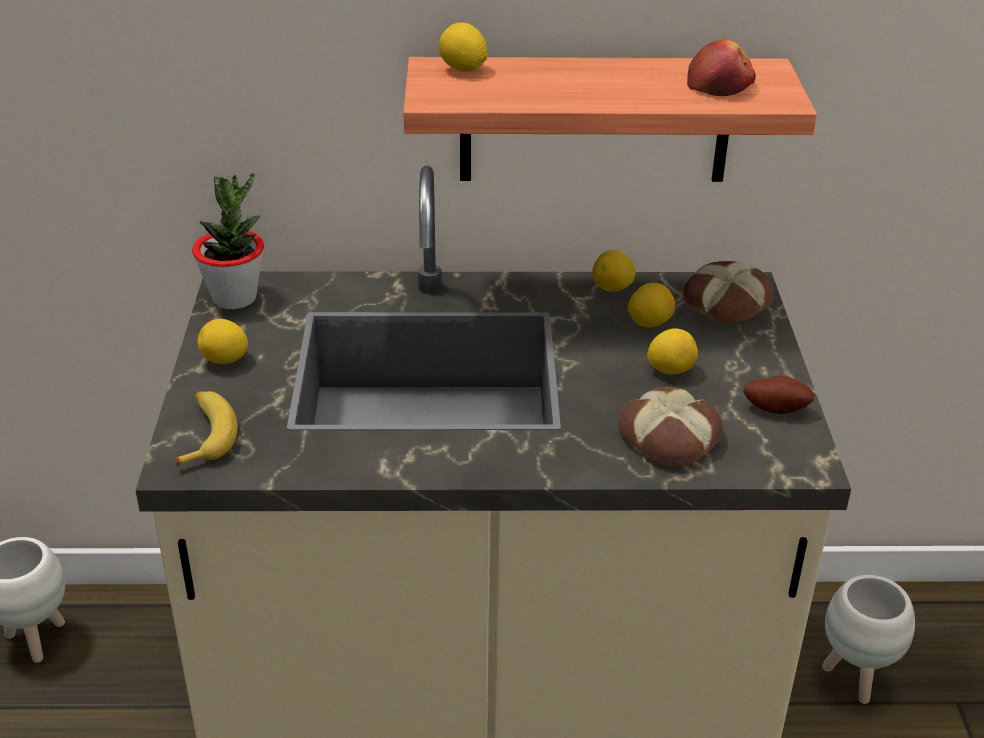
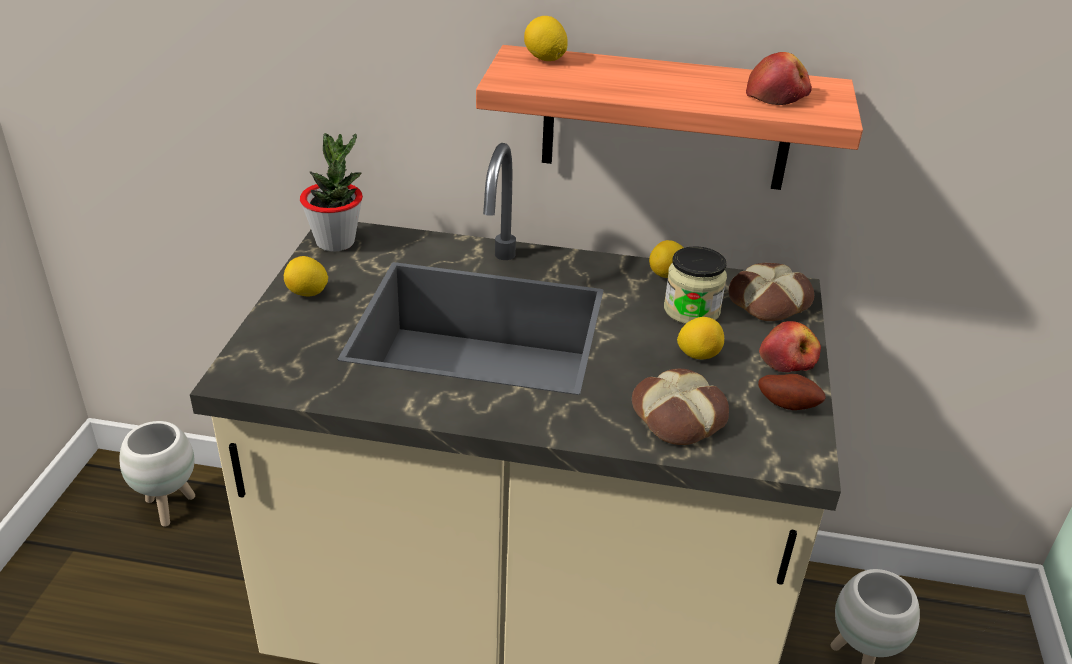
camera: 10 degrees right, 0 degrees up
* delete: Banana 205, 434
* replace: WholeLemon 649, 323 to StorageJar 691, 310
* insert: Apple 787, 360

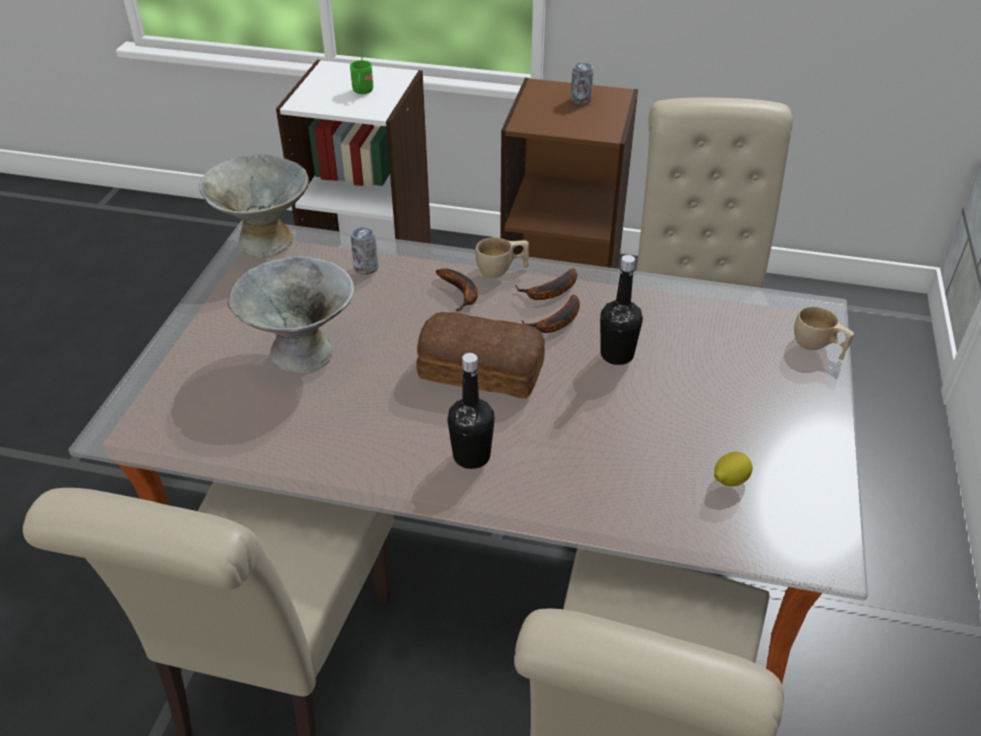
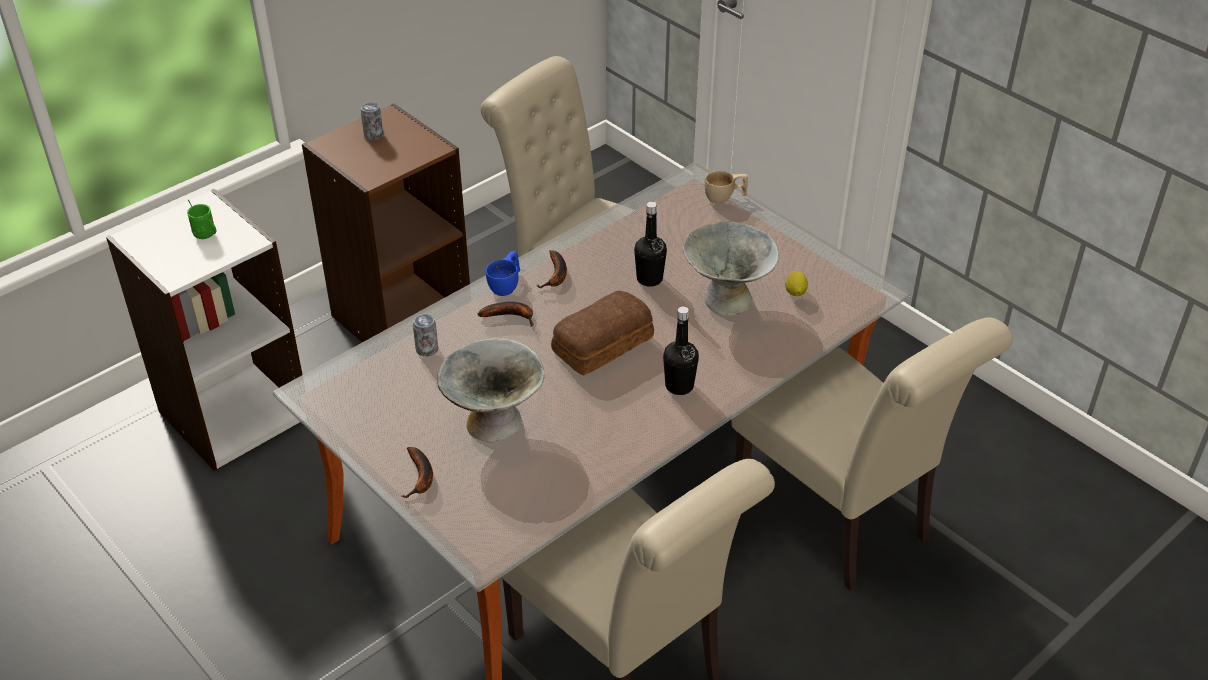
camera: 55 degrees left, 0 degrees up
* move: GreyDeepDish 265, 241 to 727, 299
* recolor: SandColouredCup 502, 270 to BlueCup 507, 285
* move: Banana 556, 322 to 420, 477

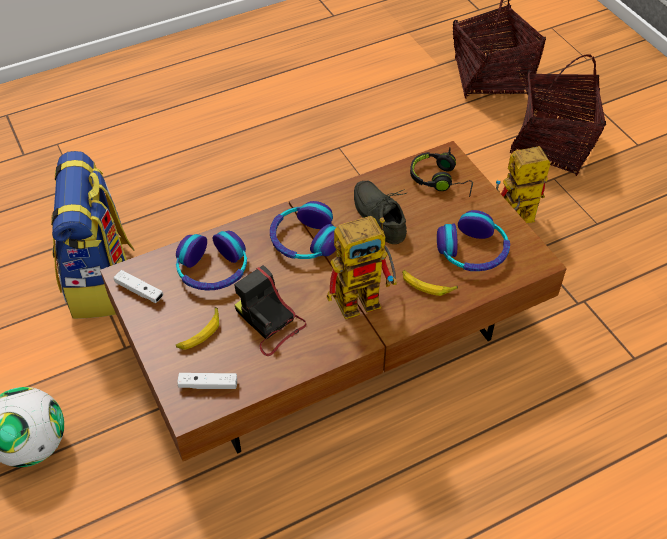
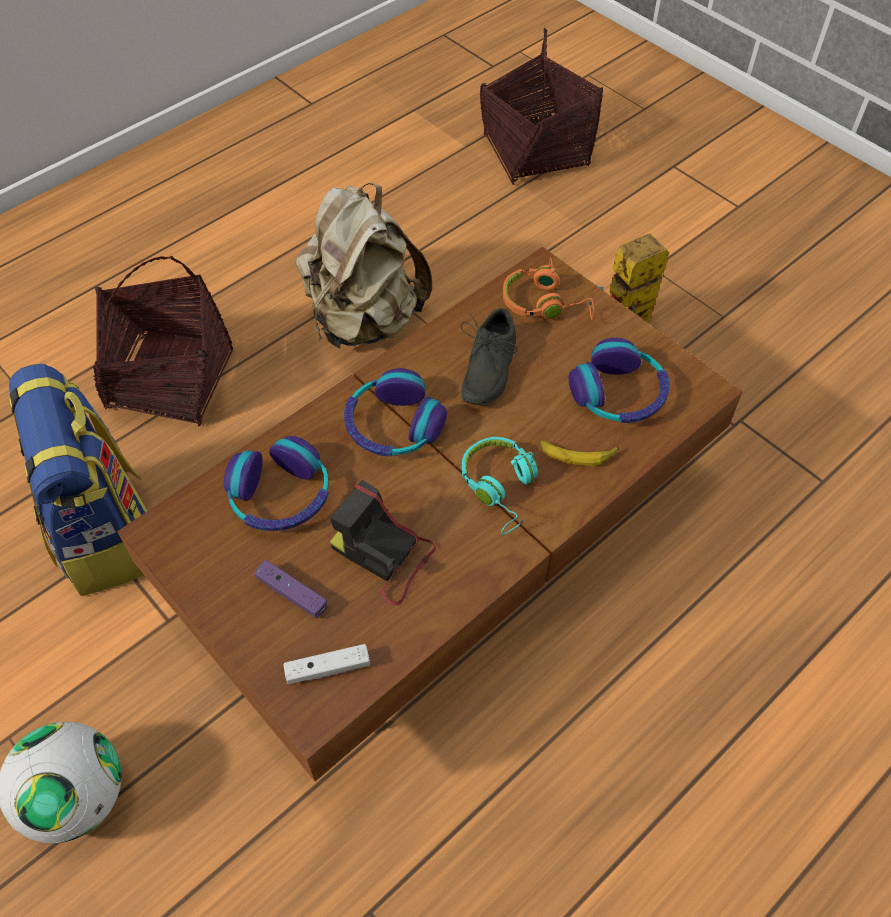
camera: 15 degrees left, 5 degrees up
* delete: WhiteJoypad 139, 291
* replace: Banana 200, 333 to PurpleColouredJoypad 292, 593
* replace: RobotFigure 365, 297 to TurquoisePairOfHeadphones 501, 488
* rotate: GreyShoe 381, 216 = 485, 369 120 degrees counterclockwise
* recolor: BlackColouredPairOfHeadphones 441, 180 to OrangeyPairOfHeadphones 545, 304
* move: HouseholdBasket 553, 144 to 170, 380
* insert: SandColouredRucksack 364, 320

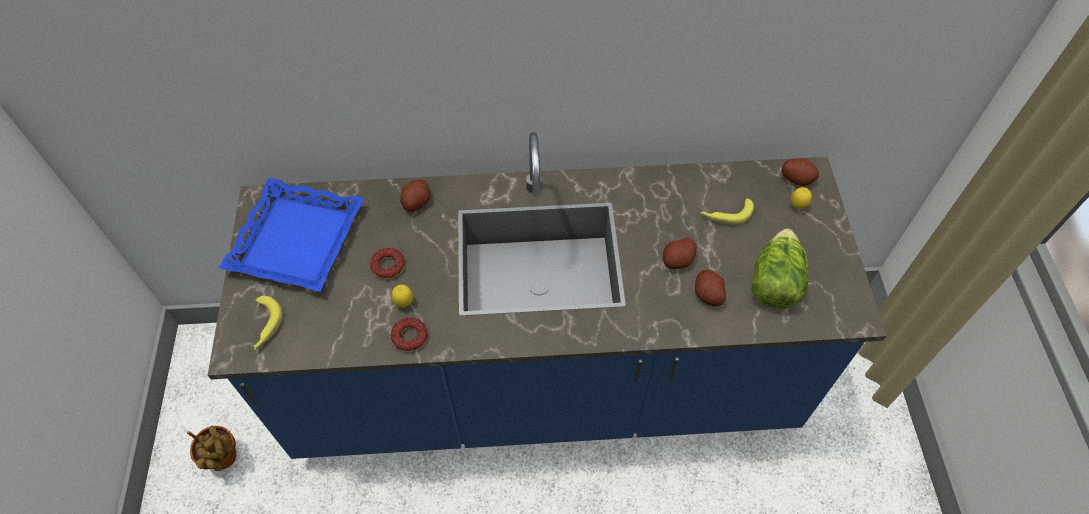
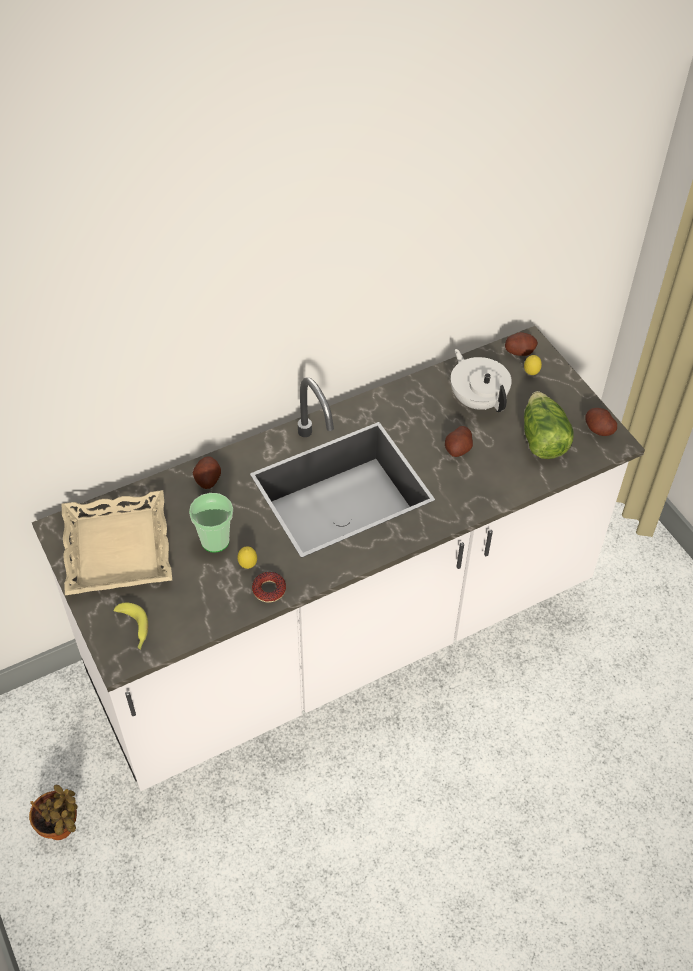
camera: 25 degrees left, 5 degrees down
* recolor: BlueKitchenCounter 544, 384 to WhiteKitchenCounter 344, 634
* recolor: BlueServingTray 298, 241 to SandColouredServingTray 118, 549
* replace: RingDoughnut 388, 266 to Cup 215, 540
* move: WholePotato 708, 294 to 598, 429
* replace: Banana 726, 214 to WhiteTeapot 477, 399

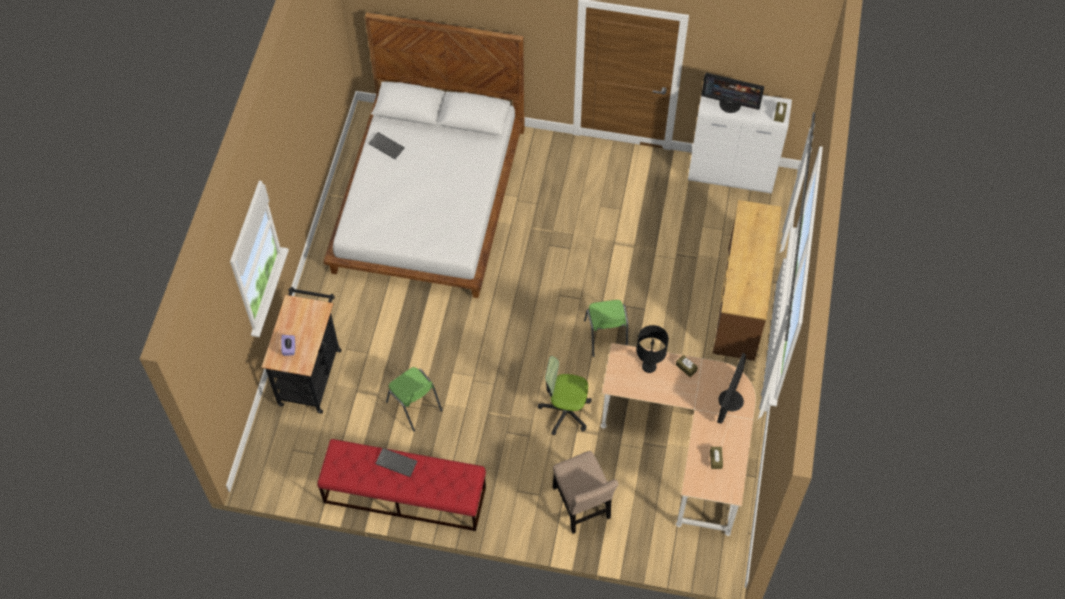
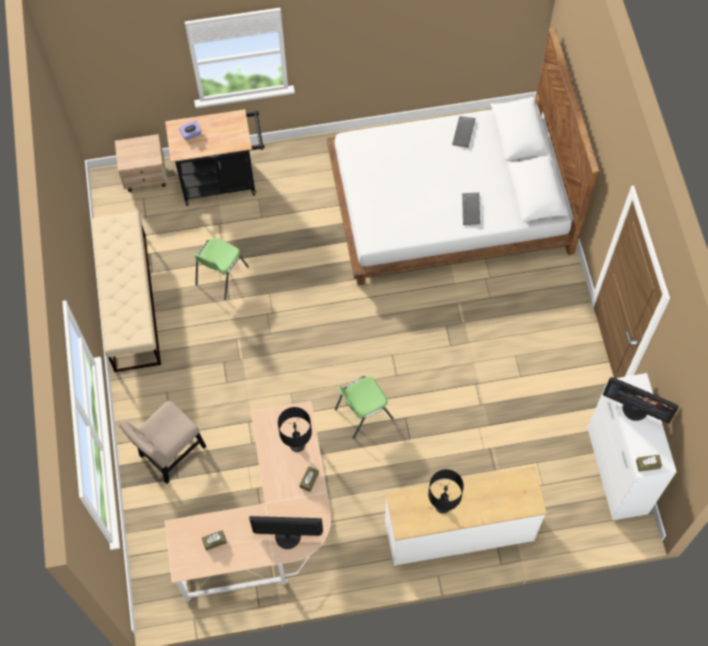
camera: 70 degrees right, 5 degrees up
* recolor: RedLongSeat 404, 495 to SandColouredLongSeat 130, 301
* move: ComputerKeyboard 397, 462 to 471, 209
* delete: OfficeChair 565, 411
* rotate: Monitor 730, 104 = 635, 408 60 degrees counterclockwise
* recolor: BrownColouredDresser 741, 302 to WhiteDresser 459, 531
* insert: SandColouredBedsideTable 146, 177
* insert: BlackColouredTableLamp 443, 505

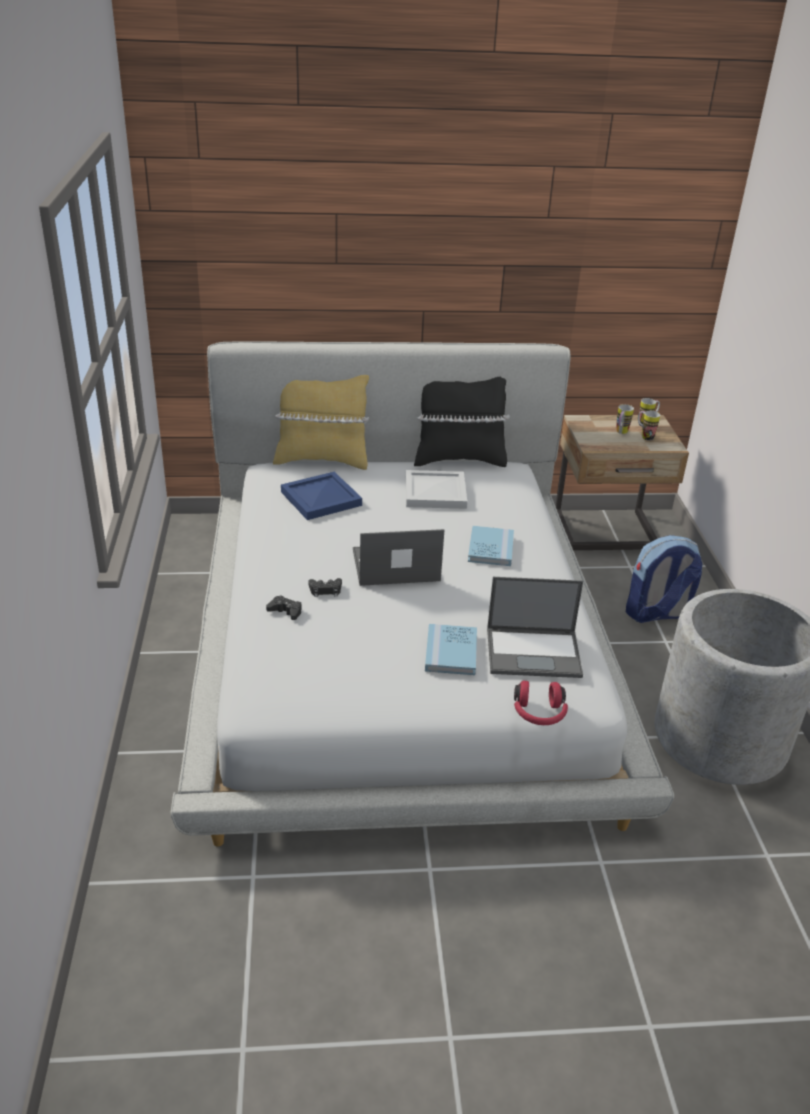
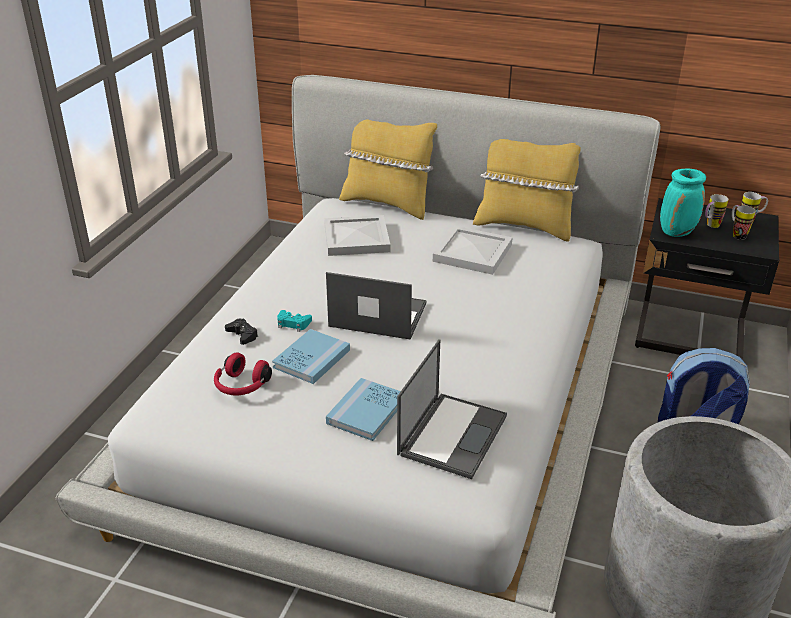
camera: 25 degrees right, 0 degrees up
* recolor: BlueServingTray 320, 499 to WhiteServingTray 355, 239
* recolor: BlackColouredJoypad 325, 590 to TurquoiseJoypad 293, 324
* recolor: BlackColouredThrowPillow 458, 459 to YellowColouredThrowPillow 524, 226
* move: BlueBook 490, 548 to 311, 359
* rotate: PortableComputer 534, 652 = 452, 434 90 degrees counterclockwise
* move: RedPairOfHeadphones 539, 714 to 241, 386
* recolor: SandColouredBedsideTable 606, 534 to BlackColouredBedsideTable 690, 338
* insert: TurquoiseFlowerVase 677, 232

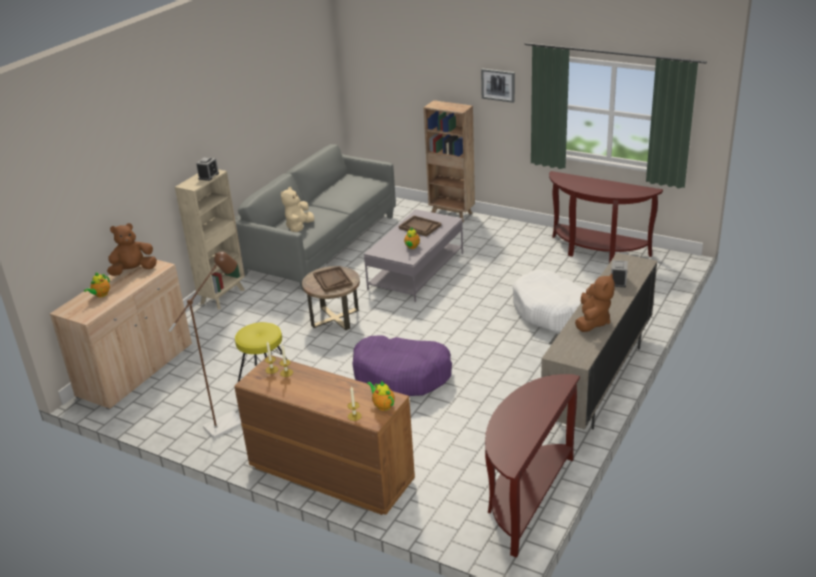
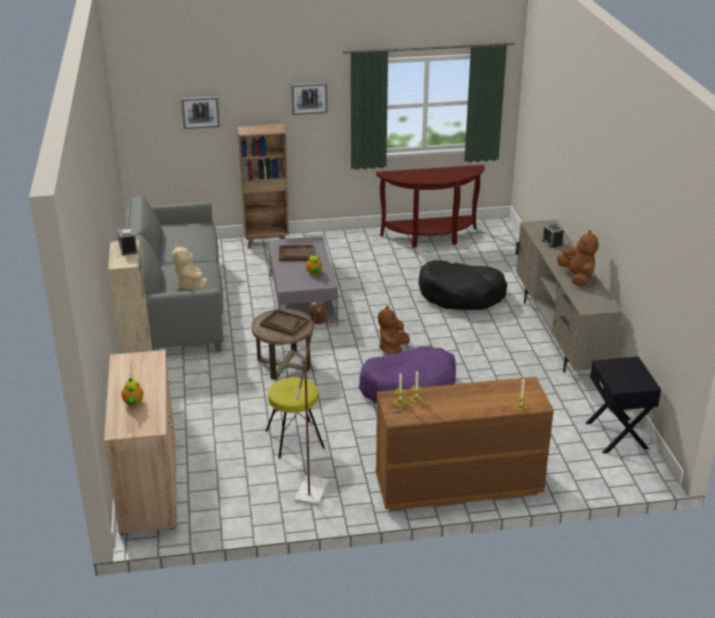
camera: 40 degrees left, 0 degrees up
* move: BrownColouredSoftToy 133, 271 to 393, 349
* delete: Teapot 382, 405
* replace: BrownColouredConsoleTable 526, 498 to BlackColouredBedsideTable 617, 435
* recolor: WhiteDogCushion 555, 312 to BlackColouredDogCushion 461, 295
* insert: WallPicture 200, 112

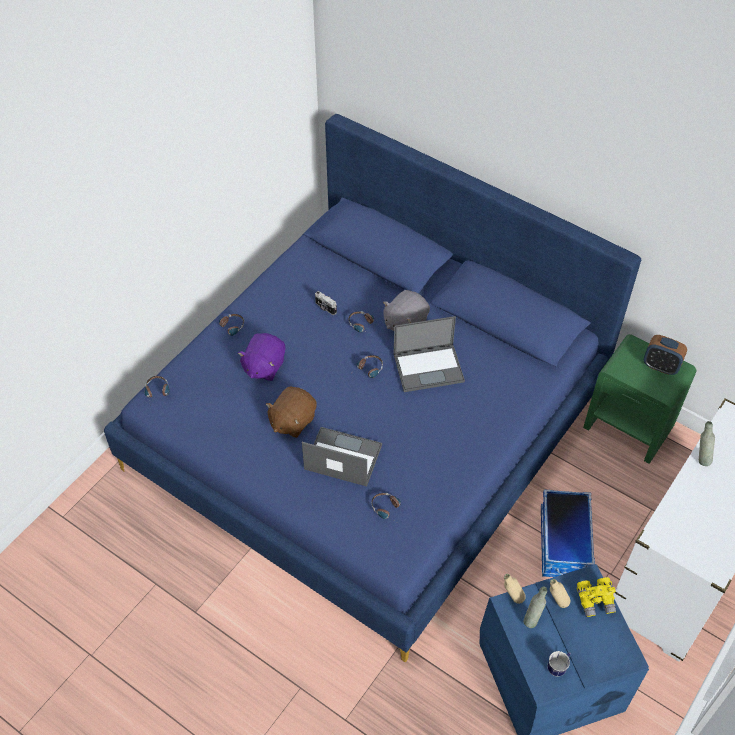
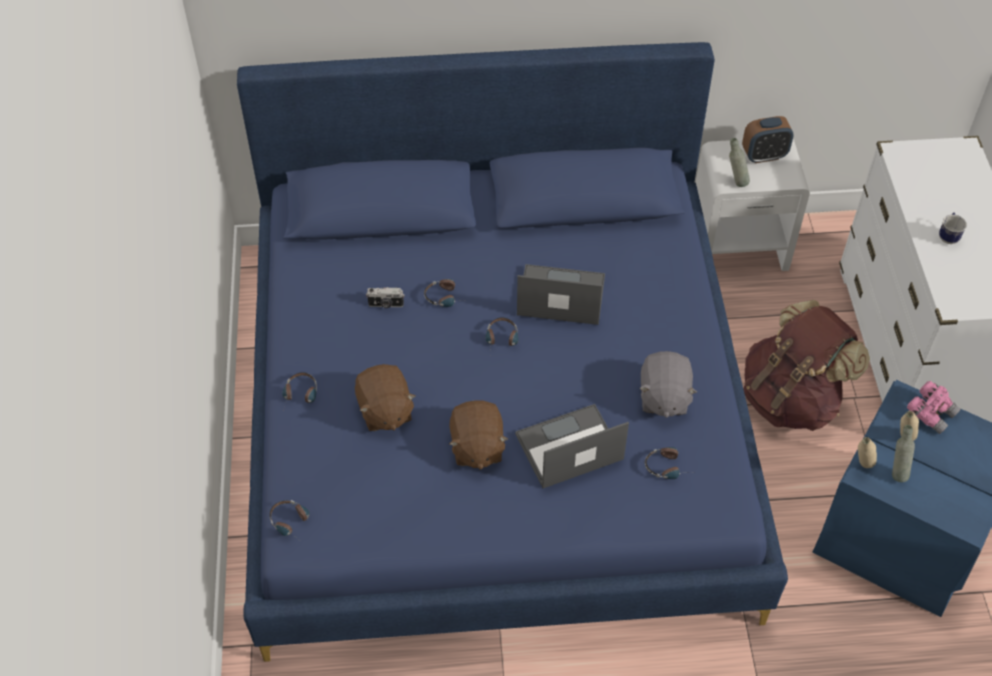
camera: 40 degrees left, 0 degrees up
* recolor: PurpleColouredSoftToy 264, 366 to BrownColouredSoftToy 384, 411
* move: GreySoftToy 405, 322 to 663, 397
* rotate: PortableComputer 429, 367 = 559, 296 120 degrees counterclockwise
* replace: StorageContainer 564, 543 to BrownColouredRucksack 791, 398
* move: TeaMug 558, 667 to 948, 236
* recolor: YellowColouredFieldGlasses 595, 600 to PinkishFieldGlasses 930, 413
* recolor: GreenBedsideTable 629, 427 to WhiteBedsideTable 739, 247
* move: GreyBottle 701, 458 to 735, 182

